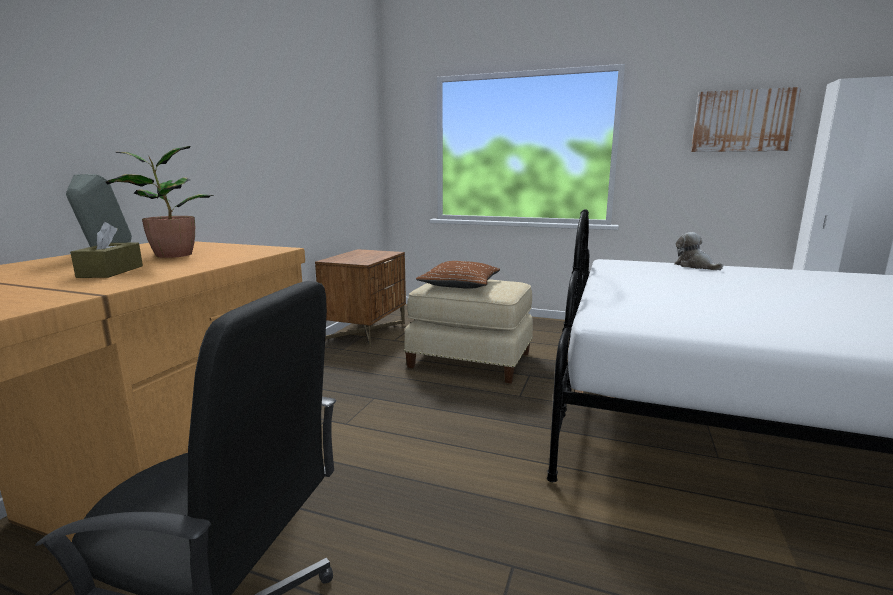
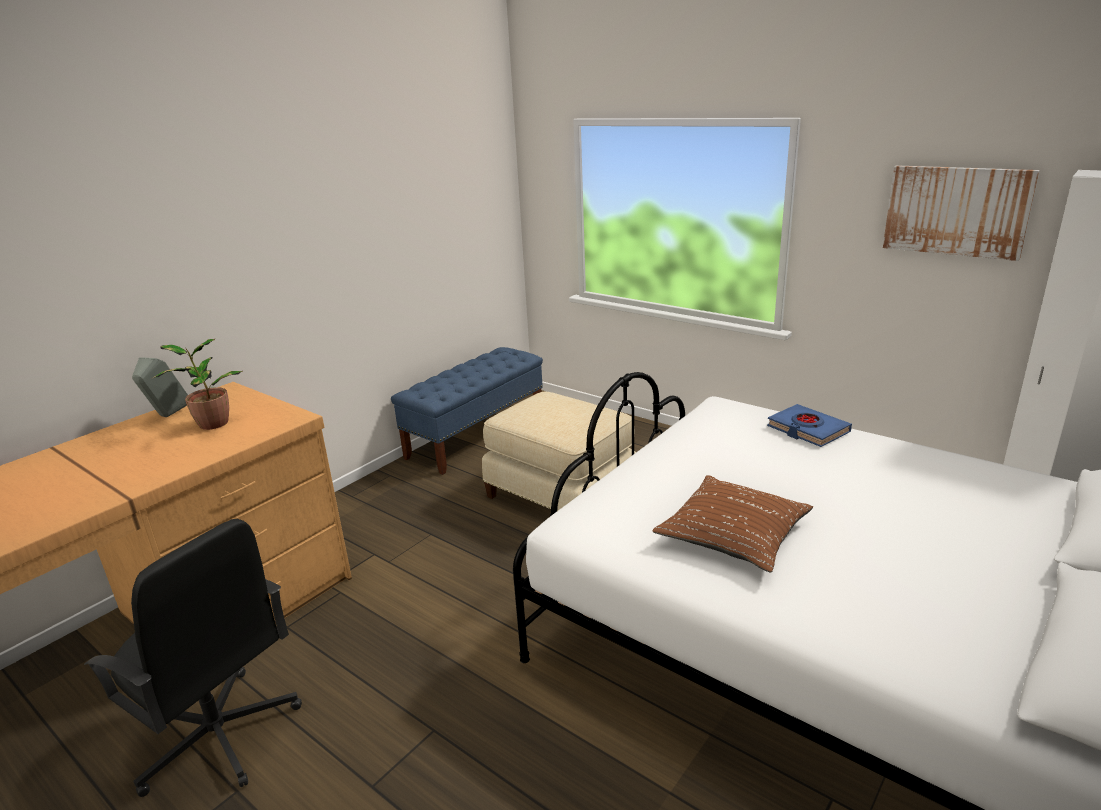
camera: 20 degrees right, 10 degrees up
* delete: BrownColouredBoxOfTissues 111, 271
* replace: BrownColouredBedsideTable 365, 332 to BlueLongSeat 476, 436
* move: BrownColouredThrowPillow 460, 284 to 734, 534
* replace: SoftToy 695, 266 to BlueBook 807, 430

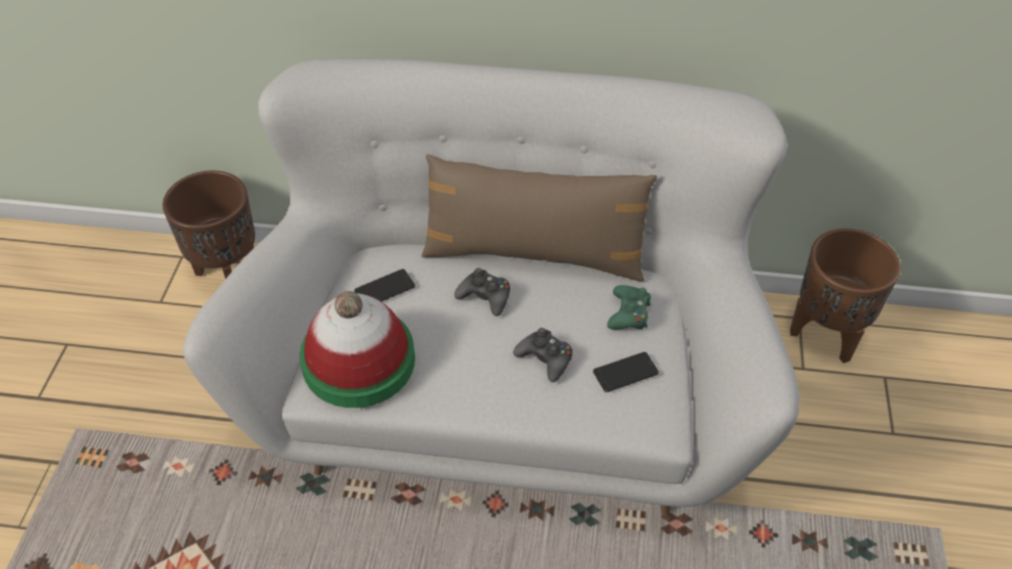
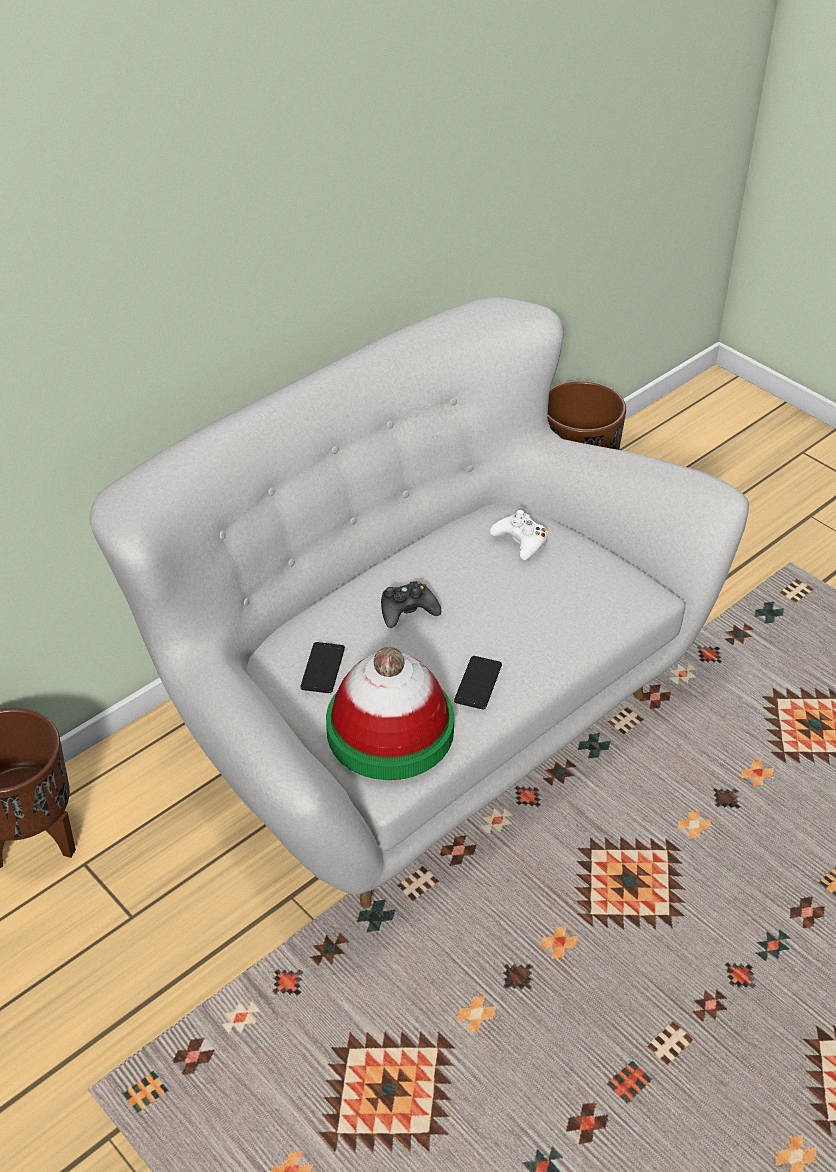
camera: 50 degrees left, 5 degrees down
* delete: BrownColouredThrowPillow 534, 255
* delete: BlackColouredJoypad 545, 359
* move: Handset 625, 372 to 478, 683
* recolor: GreenJoypad 629, 313 to WhiteJoypad 521, 541

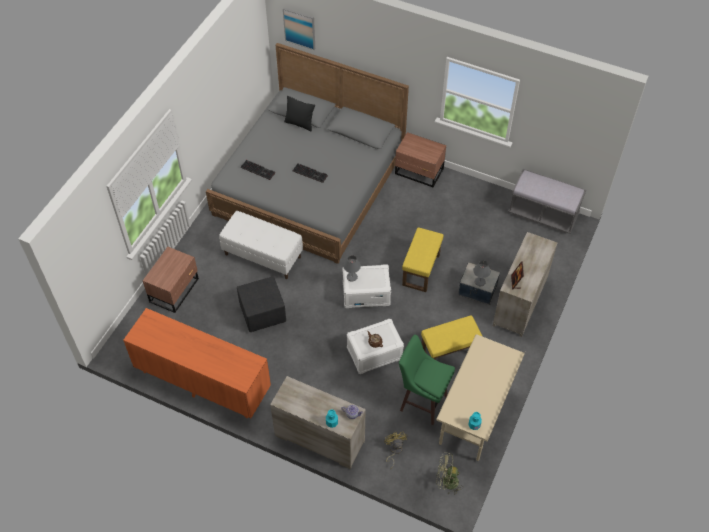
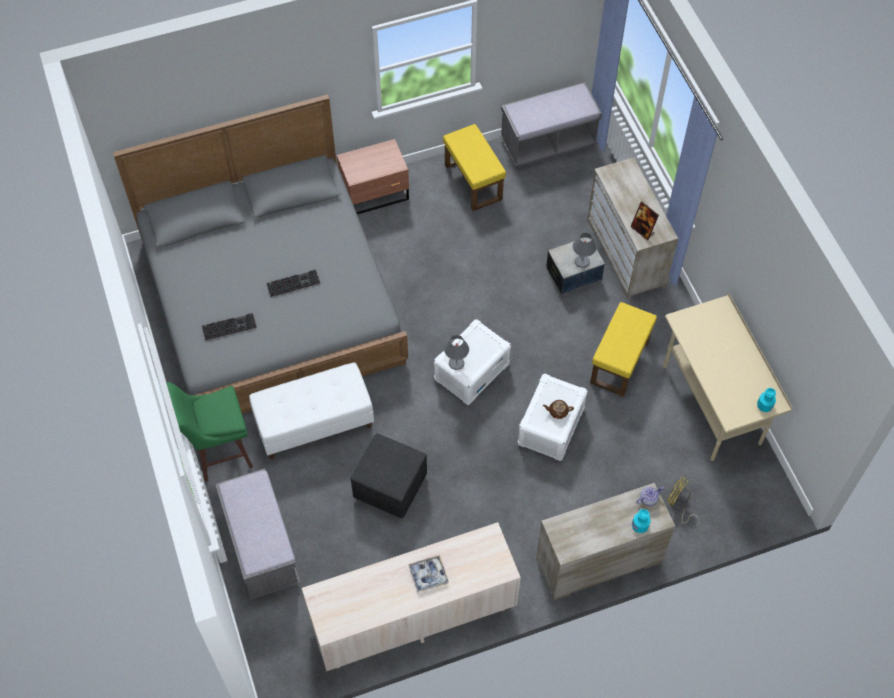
camera: 45 degrees left, 5 degrees up
* recolor: OrangeyDresser 202, 381 to SandColouredDresser 412, 616
* replace: BrownColouredBedsideTable 175, 290 to GreyLongSeat 261, 547
* delete: WallPicture 299, 28
* delete: BlackColouredThrowPillow 300, 124
* move: GreenStoolSeat 422, 402 to 220, 453
* move: YellowColouredFootrest 421, 270 to 474, 182
* delete: GreenFan 446, 482
* insert: ServingTray 428, 575

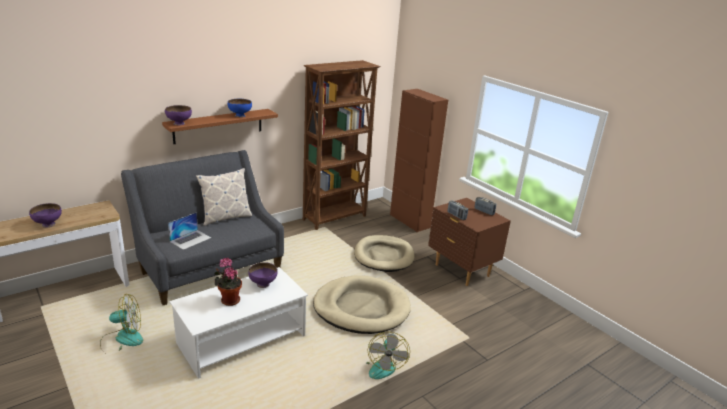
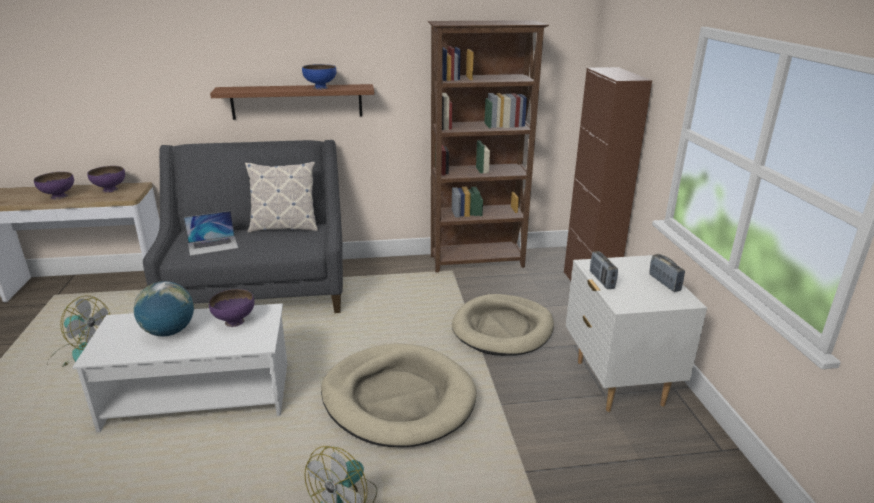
camera: 30 degrees right, 0 degrees up
* move: PurpleColouredDeepDish 179, 123 to 110, 190
* replace: PottedPlant 229, 300 to WorldGlobe 169, 332
* recolor: BrownColouredBedsideTable 461, 270 to WhiteBedsideTable 617, 383

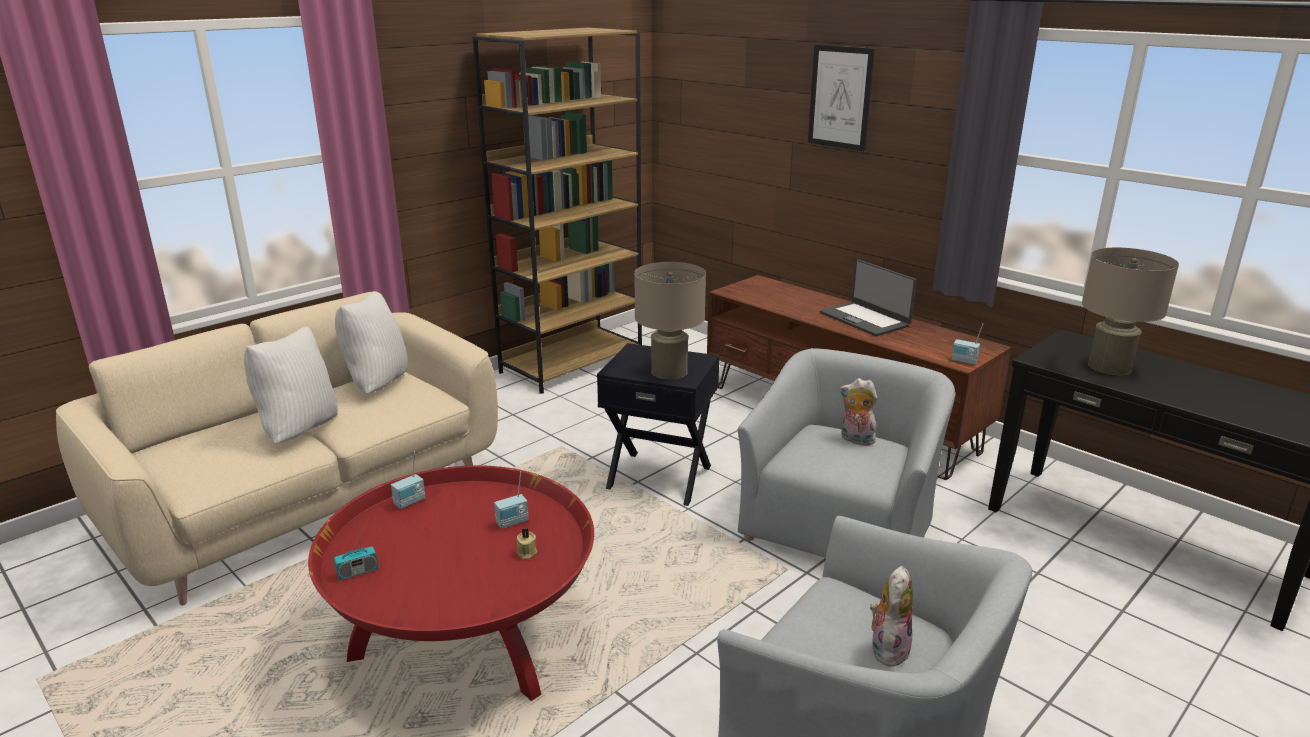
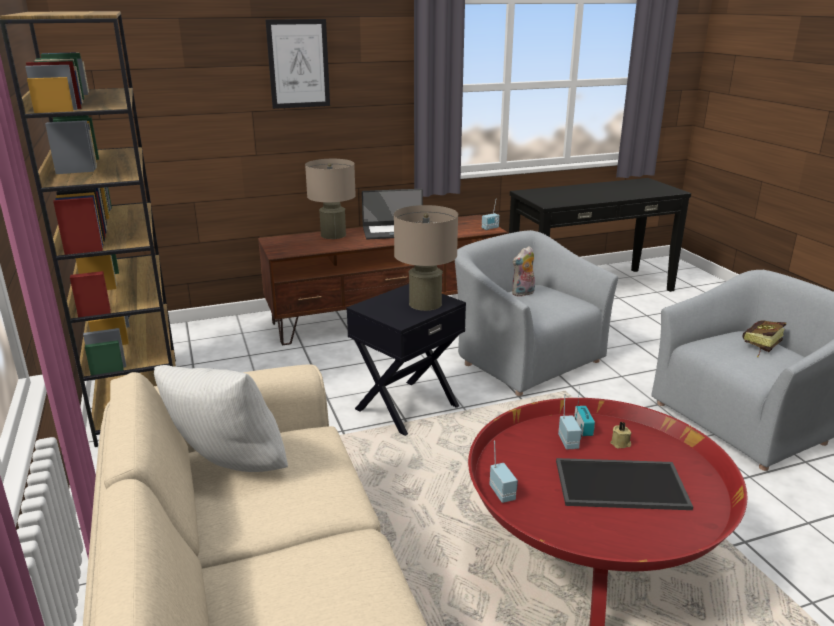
camera: 65 degrees left, 0 degrees up
* delete: WhiteThrowPillow 299, 430
* move: RadioReceiver 357, 572 to 583, 428
* replace: SoftToy 887, 647 to Book 759, 347
* move: SandColouredTableLamp 1109, 367 to 333, 235
* insert: ServingTray 620, 486

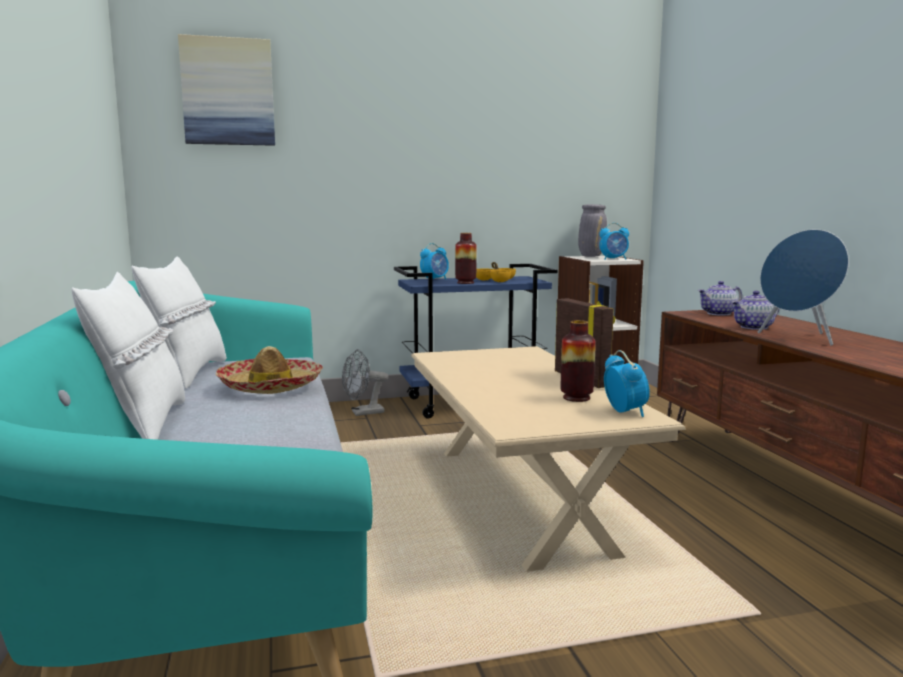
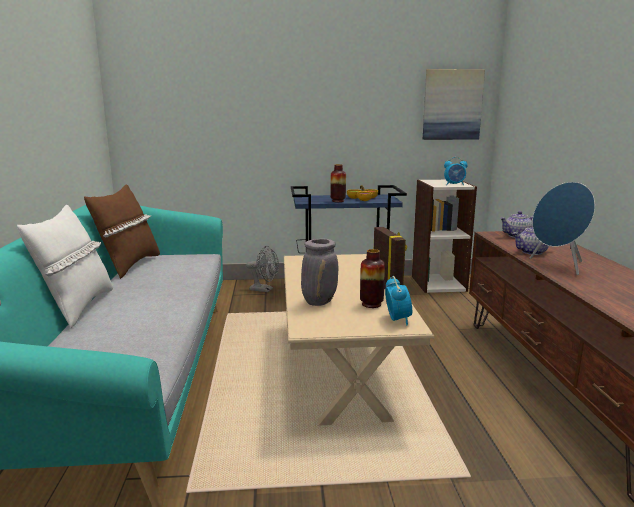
camera: 10 degrees right, 5 degrees up
* recolor: WhiteThrowPillow 187, 374 to BrownColouredThrowPillow 129, 265
* move: WallPicture 228, 92 to 452, 105
* delete: ClothingHat 271, 386
* rotate: GreyFan 363, 413 = 264, 290 150 degrees counterclockwise
* delete: AlarmClock 435, 280
* move: GreyFlowerVase 591, 256 to 319, 302

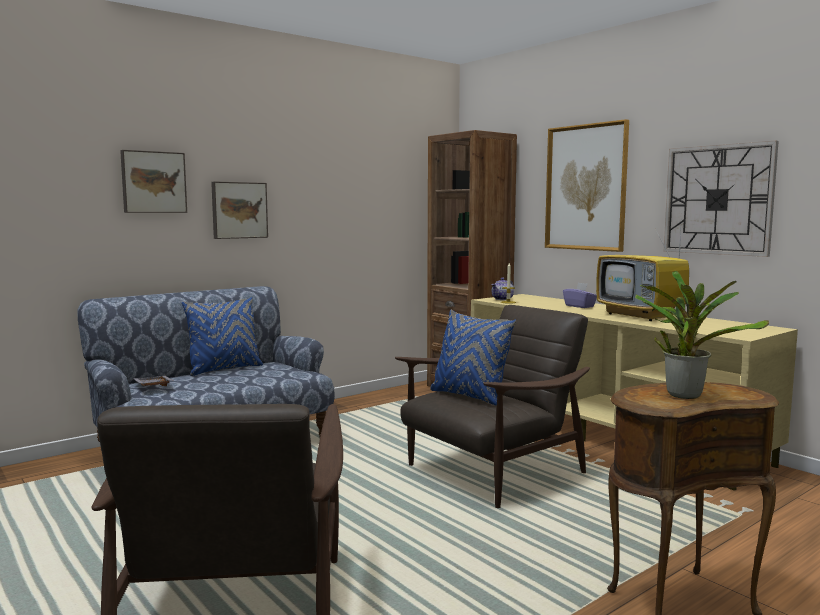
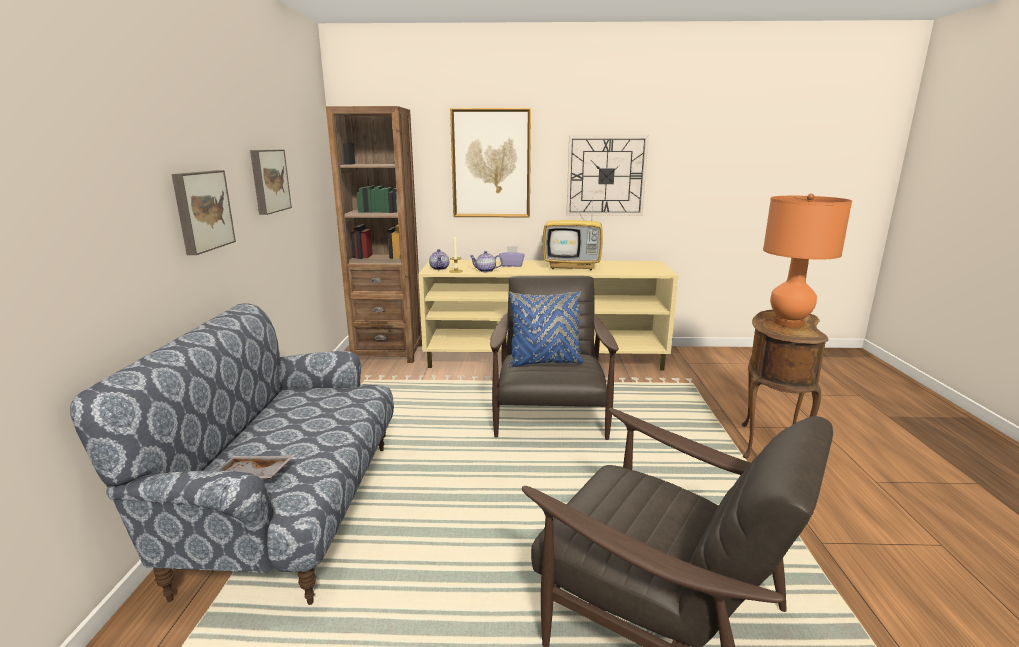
camera: 50 degrees left, 10 degrees up
* move: WallPicture 153, 182 to 268, 181
* delete: BlueThrowPillow 224, 369
* replace: PottedPlant 683, 394 to OrangeyTableLamp 788, 323
* insert: Teapot 485, 271

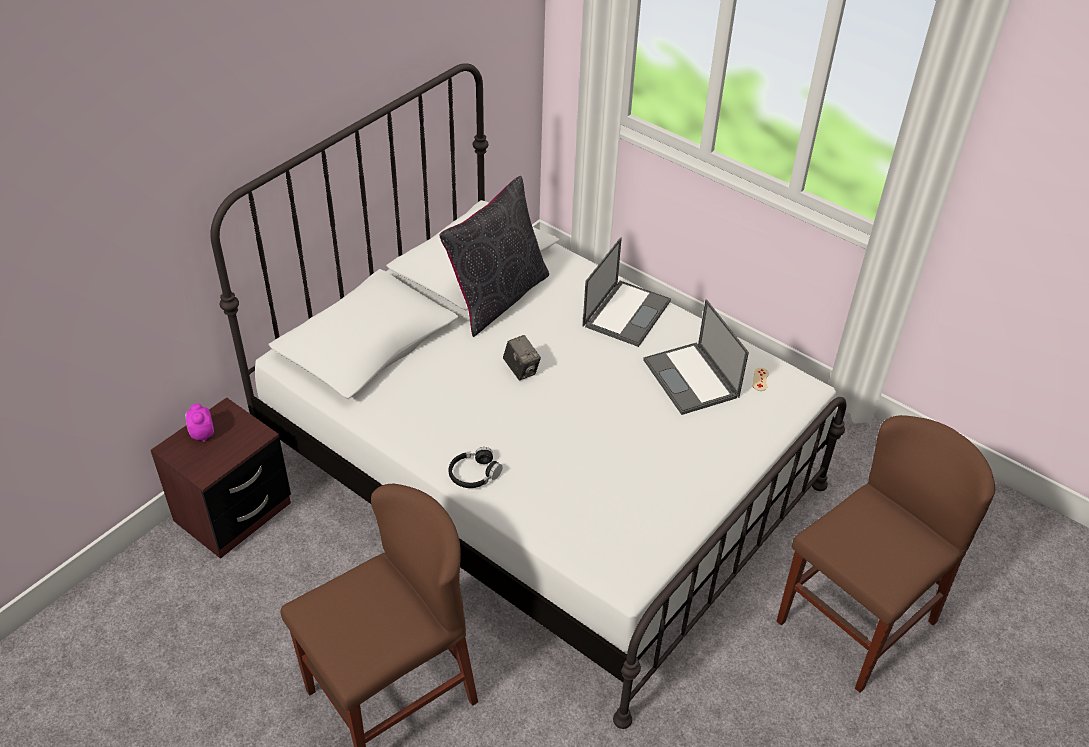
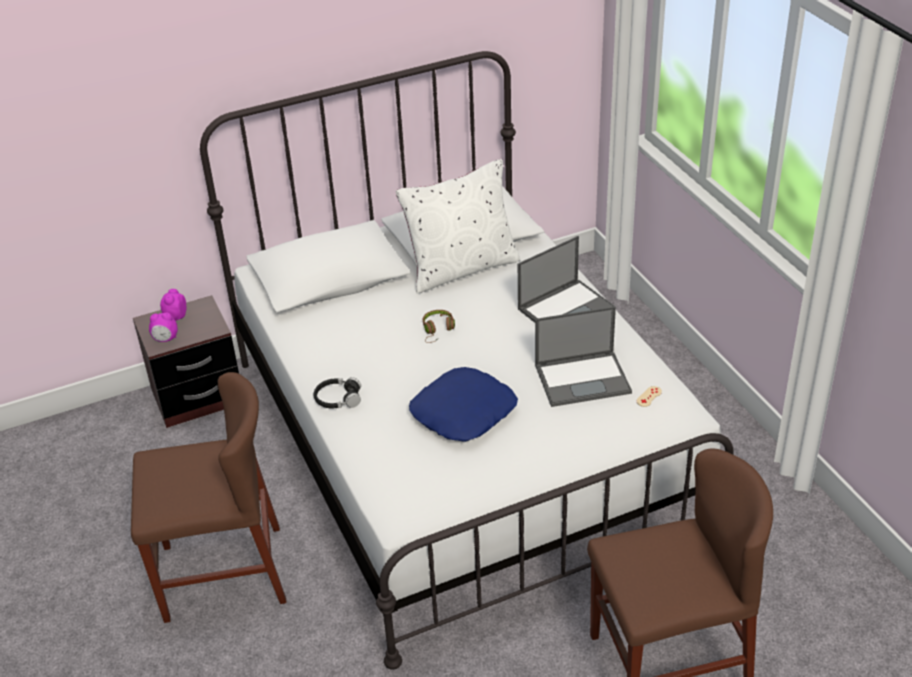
camera: 30 degrees right, 5 degrees down
* recolor: BlackColouredThrowPillow 497, 297 to WhiteThrowPillow 461, 268
* replace: StillCamera 521, 370 to BrownColouredPairOfHeadphones 437, 330
* rotate: PortableComputer 692, 379 = 583, 378 105 degrees counterclockwise
* insert: AlarmClock 166, 339
* insert: BlueThrowPillow 463, 412

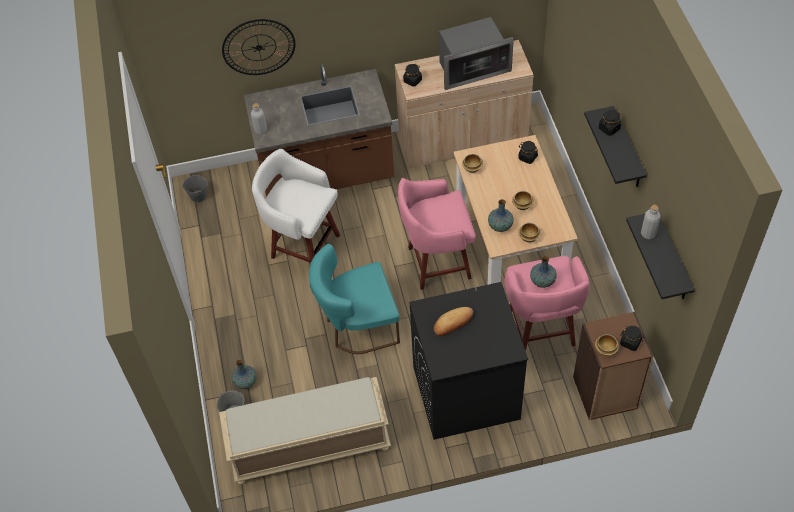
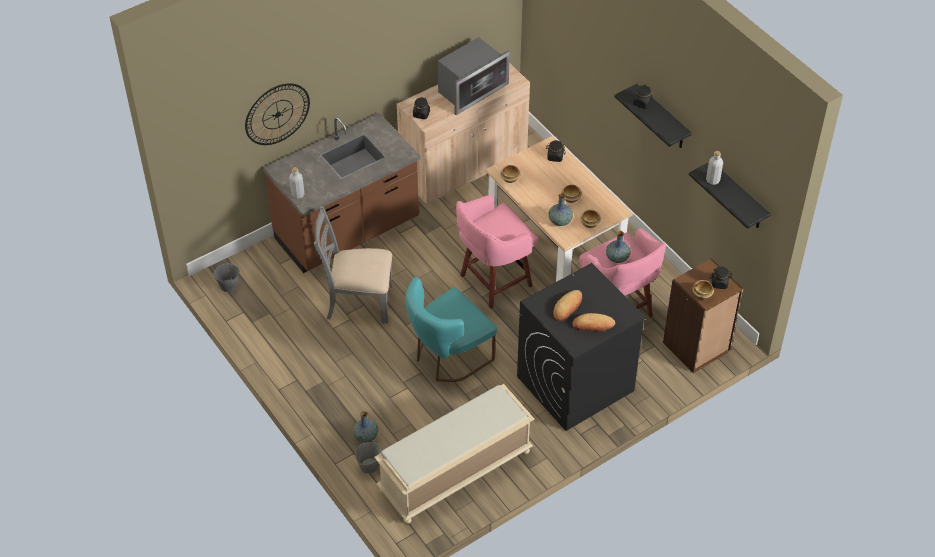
camera: 25 degrees left, 5 degrees down
* replace: WhiteStoolSeat 303, 245 to GreyChair 358, 301
* insert: Bread 593, 325

